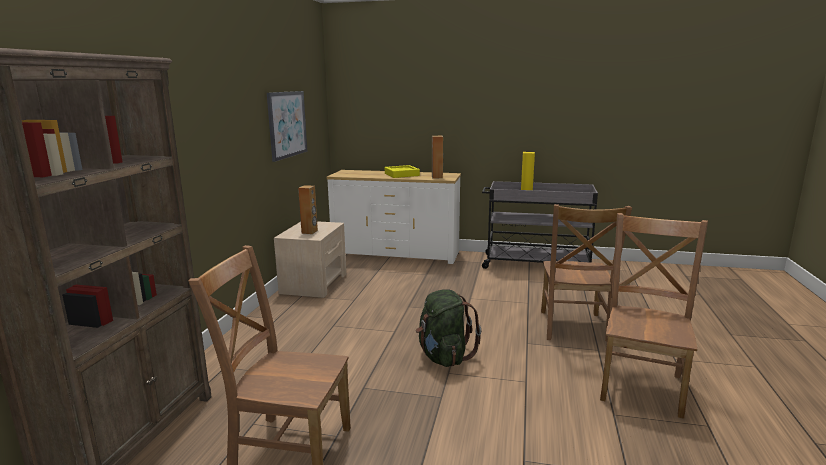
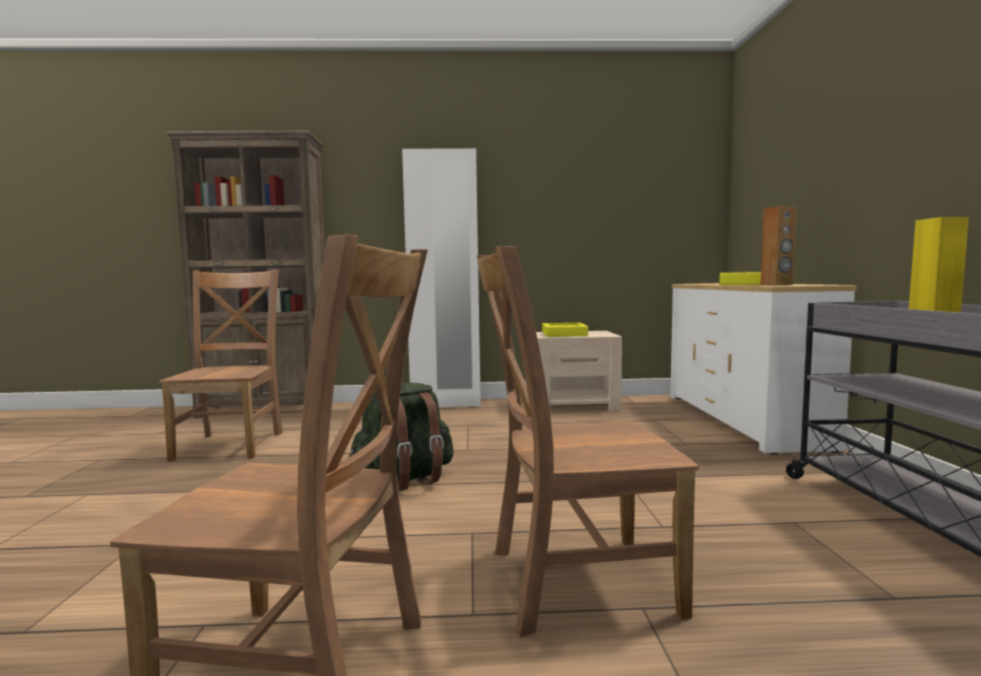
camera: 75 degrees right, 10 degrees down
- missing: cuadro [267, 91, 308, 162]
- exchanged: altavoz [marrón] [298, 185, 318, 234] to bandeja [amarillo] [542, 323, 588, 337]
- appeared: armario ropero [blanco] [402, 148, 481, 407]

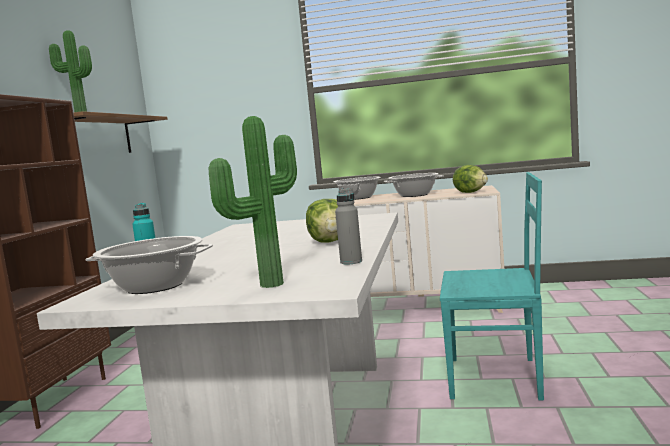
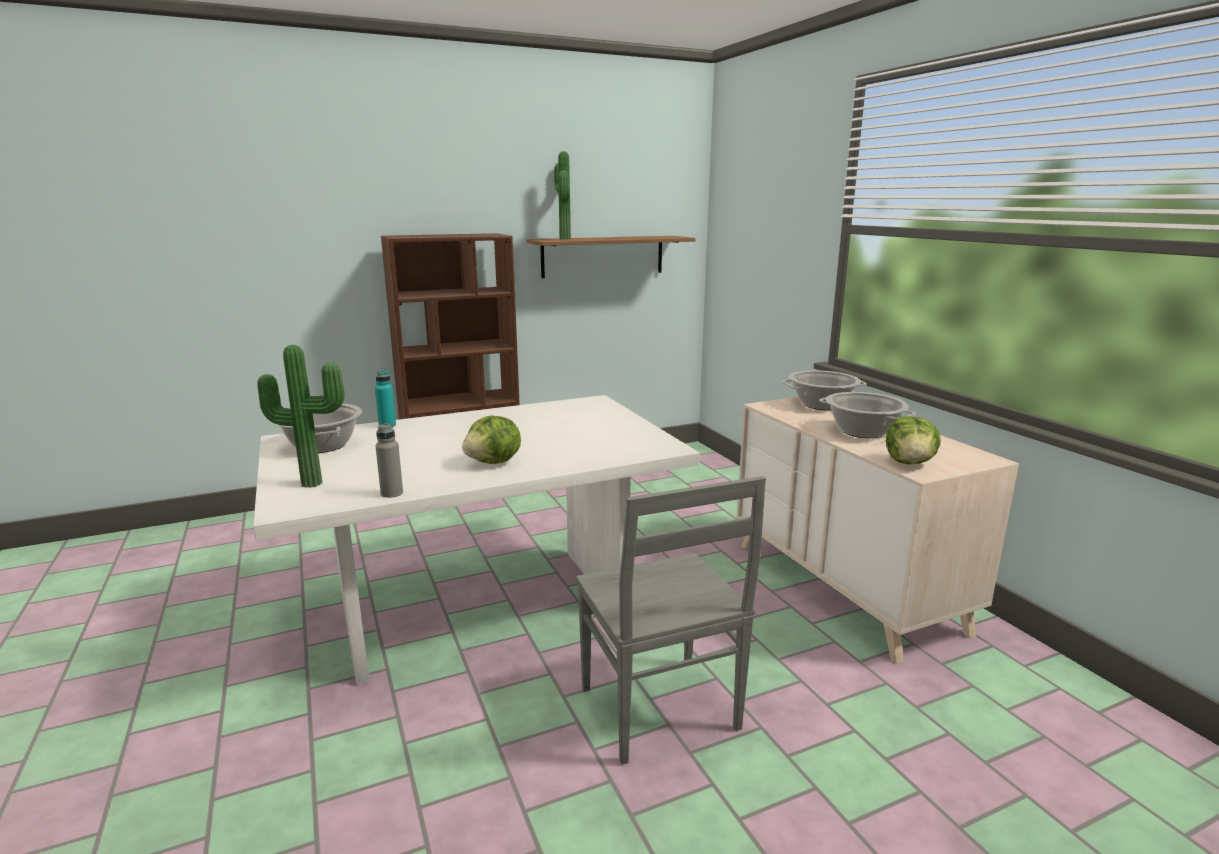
camera: 55 degrees right, 10 degrees up
- colour: silla [turquesa] [440, 172, 544, 400] to silla [gris] [576, 476, 766, 765]

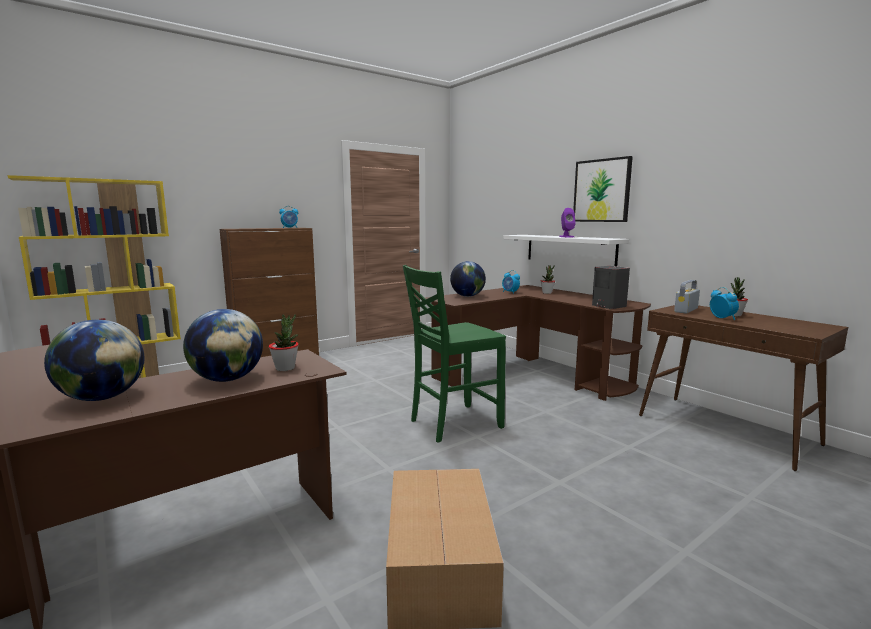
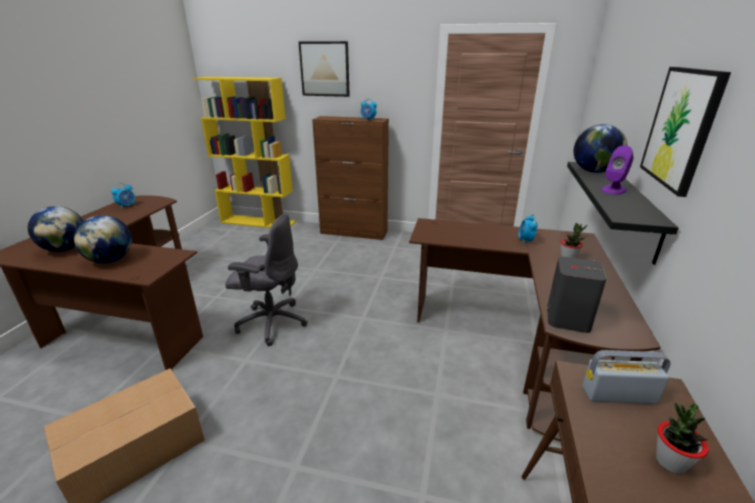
camera: 50 degrees right, 15 degrees up
- missing: planta en maceta [268, 314, 299, 371]
- missing: silla [verde] [403, 265, 506, 443]
- relocated: globo terráqueo [450, 261, 486, 297] to [573, 124, 627, 173]
- colour: estante [blanco] [503, 235, 629, 266] to estante [negro] [567, 162, 678, 265]
- relocated: despertador [710, 287, 739, 320] to [111, 183, 136, 209]
- appeared: silla de oficina [gris] [225, 214, 308, 346]
- appeared: cuadro [299, 41, 350, 97]

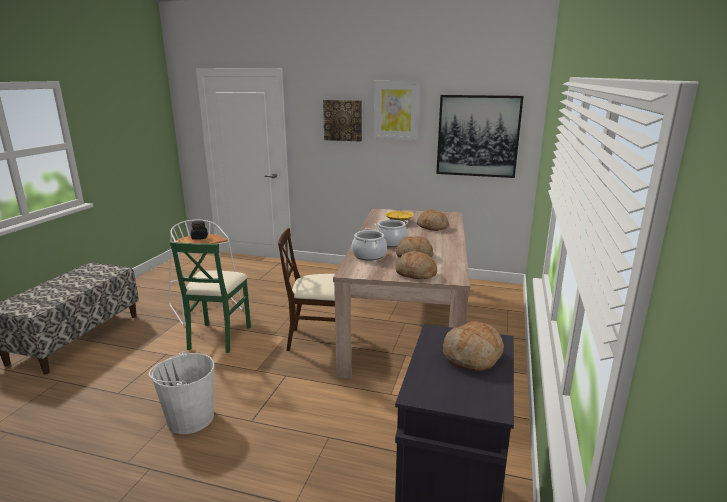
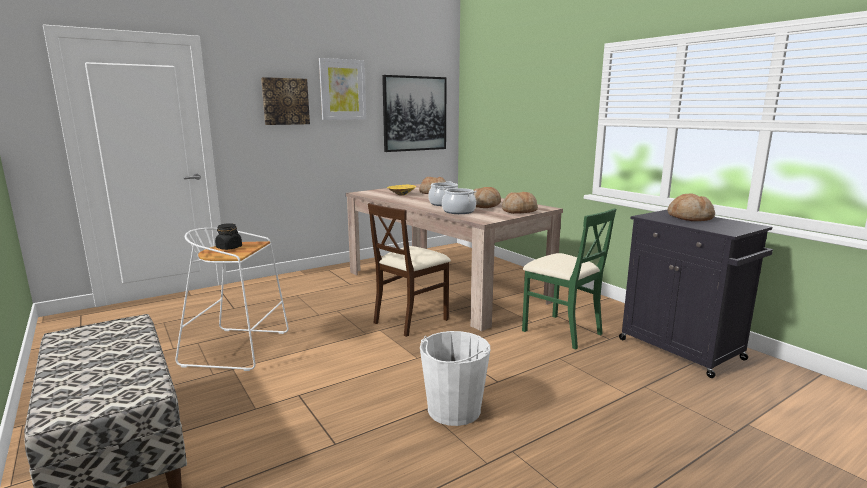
camera: 50 degrees left, 5 degrees down
- relocated: silla [verde] [170, 242, 251, 353] to [522, 208, 616, 350]

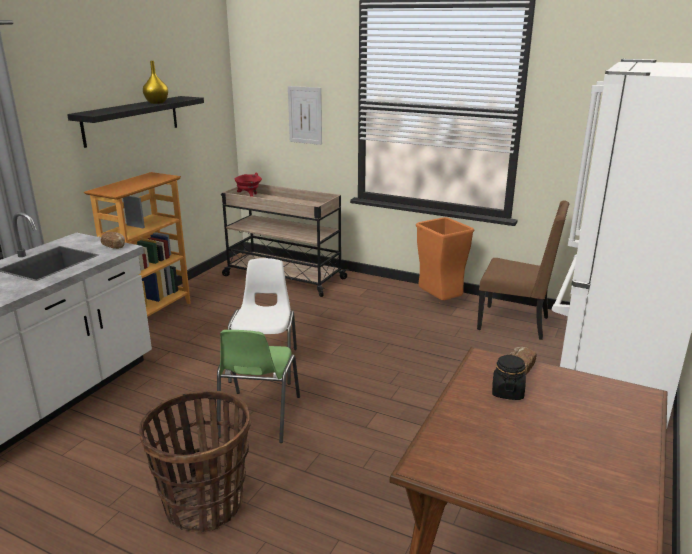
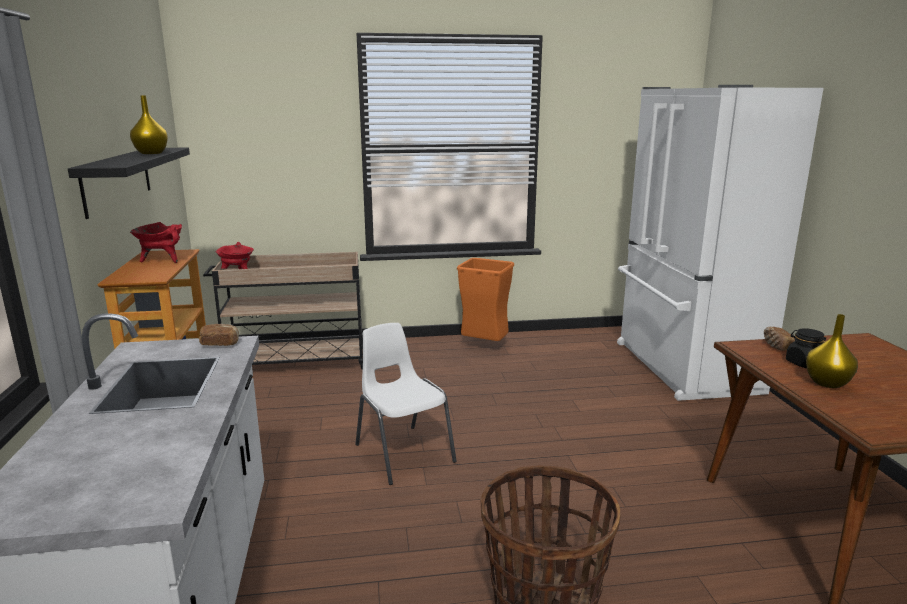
camera: 35 degrees left, 5 degrees down
- missing: silla [verde] [217, 330, 300, 443]
- missing: cuadro [288, 86, 322, 145]
- missing: silla [marrón] [477, 200, 569, 340]
- appeared: olla [rojo] [130, 222, 182, 263]
- appeared: florero [amarillo] [806, 314, 858, 388]

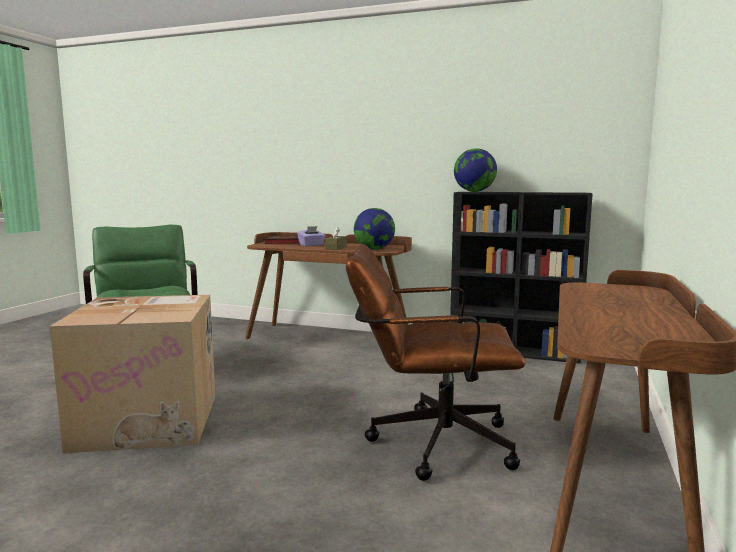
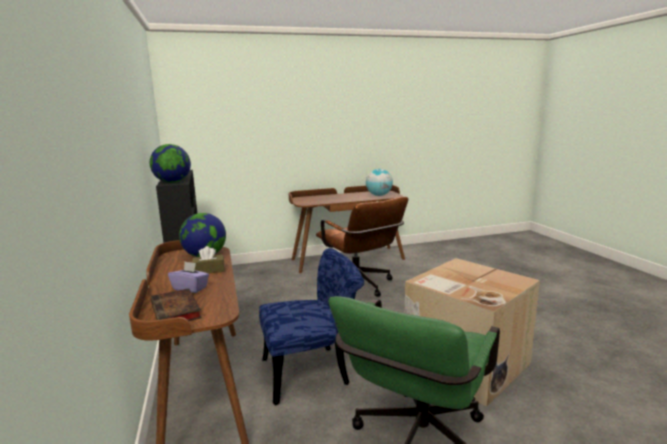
camera: 125 degrees left, 5 degrees up
- appeared: silla [azul] [259, 248, 364, 406]
- appeared: globo terráqueo [366, 169, 393, 196]

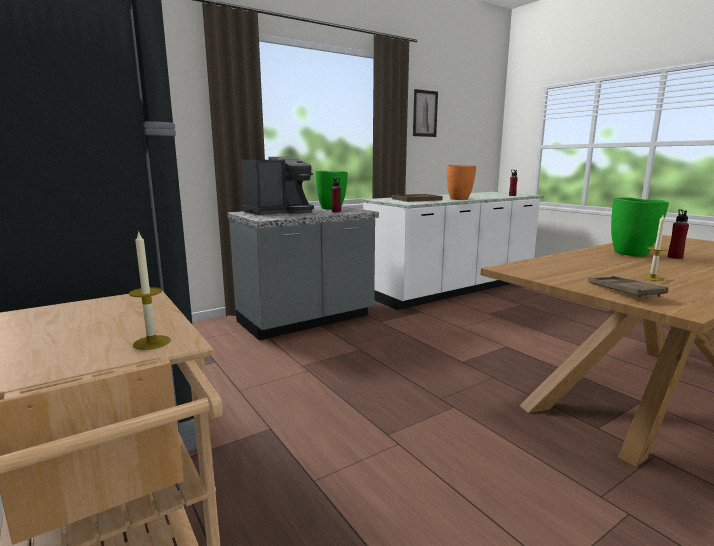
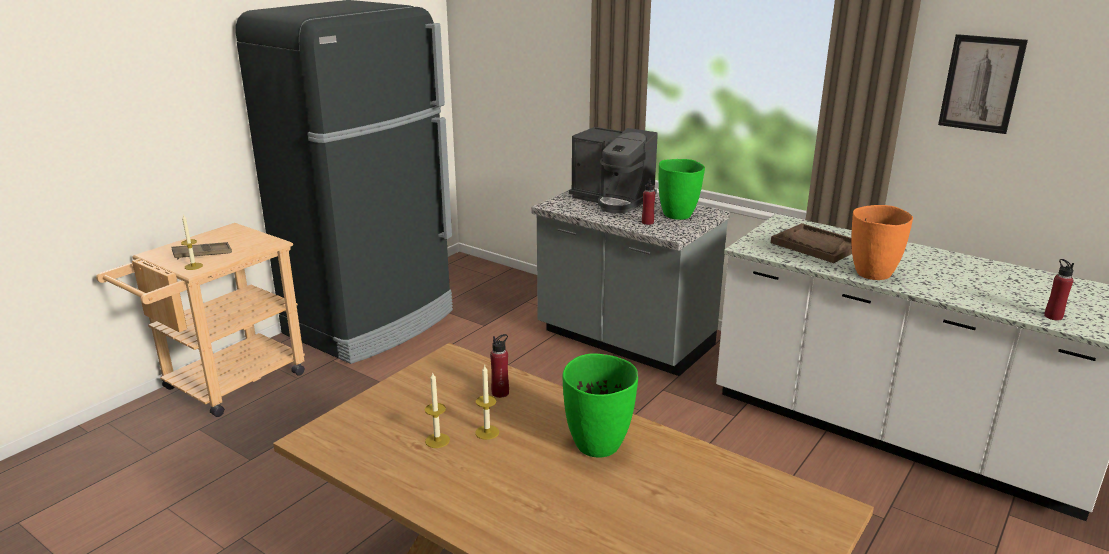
camera: 70 degrees right, 10 degrees up
- relocated: bandeja [marrón] [588, 276, 668, 298] to [171, 242, 232, 259]
- relocated: botella [rojo] [668, 209, 689, 259] to [490, 334, 509, 398]
- appeared: vela [475, 364, 499, 440]

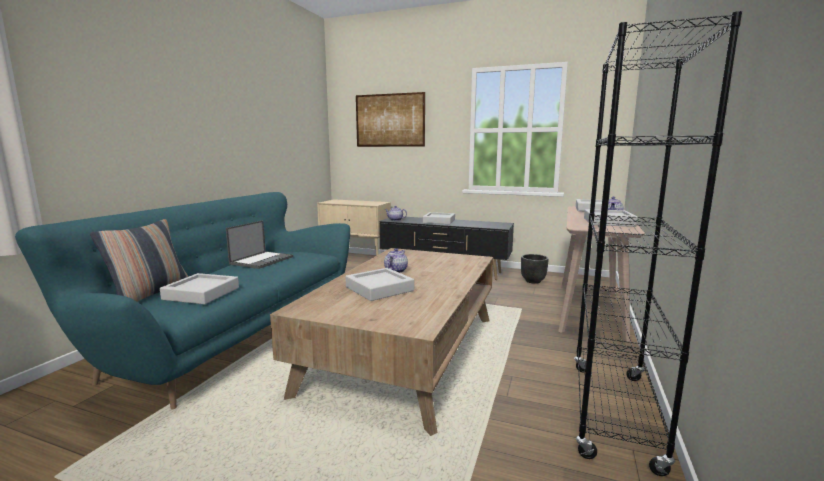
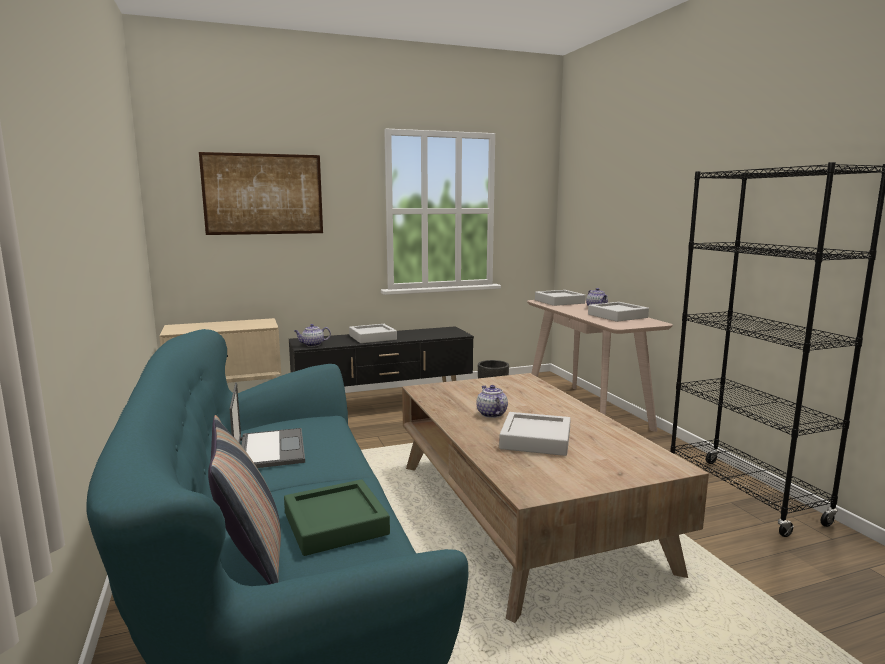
camera: 40 degrees left, 0 degrees up
- colour: bandeja [gris] [160, 273, 239, 304] to bandeja [verde] [284, 479, 390, 556]

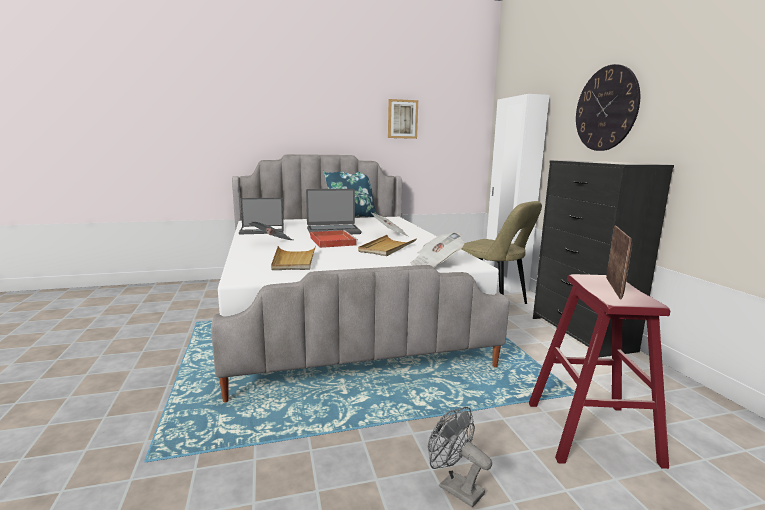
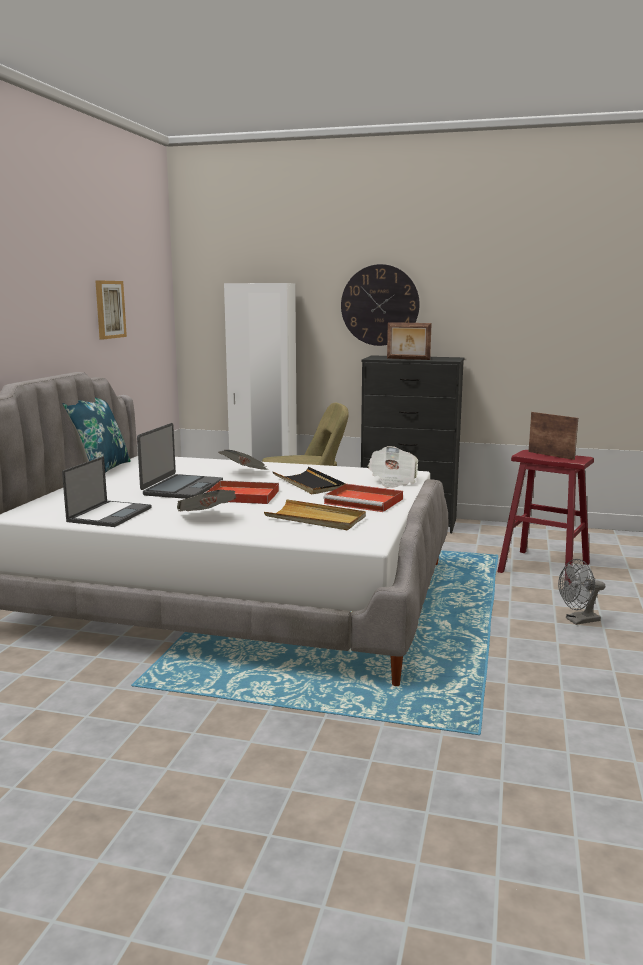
camera: 60 degrees left, 0 degrees up
- colour: bandeja [beis] [358, 235, 417, 256] to bandeja [negro] [273, 467, 346, 494]
- appeared: bandeja [rojo] [323, 484, 403, 512]
- appeared: portarretratos [387, 322, 432, 360]

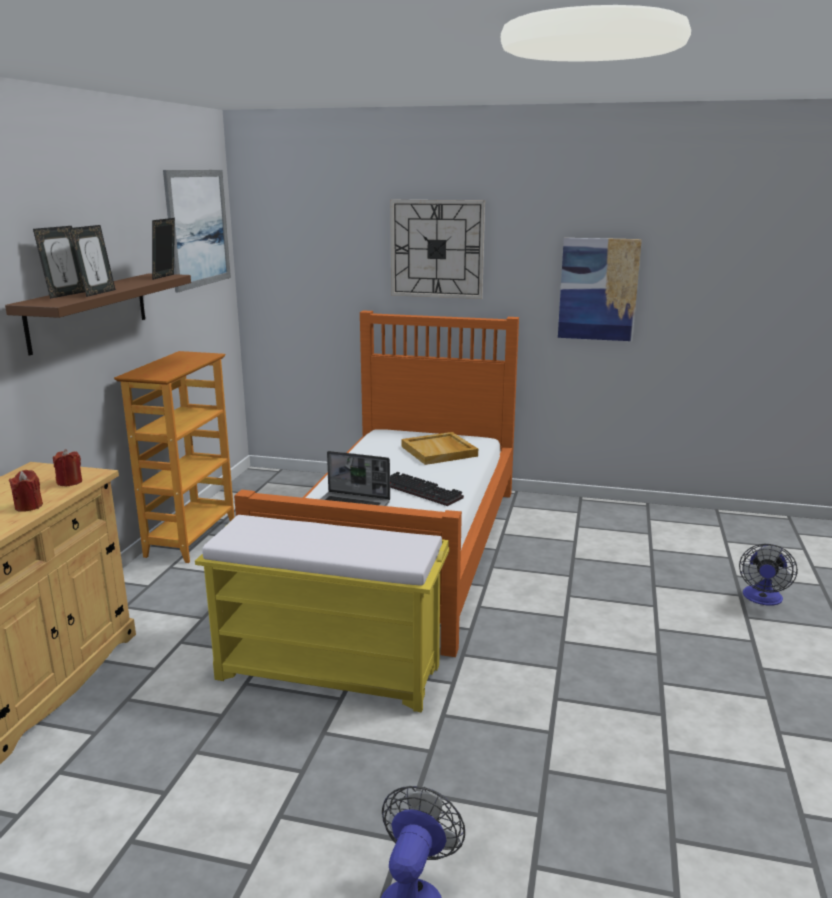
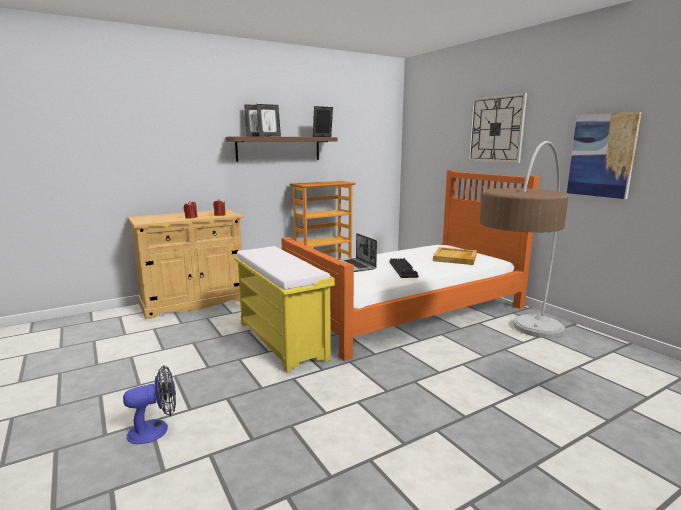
camera: 45 degrees right, 5 degrees down
- missing: cuadro [163, 170, 231, 292]
- missing: ventilador [739, 544, 798, 606]
- appeared: lámpara de pie [480, 141, 569, 338]

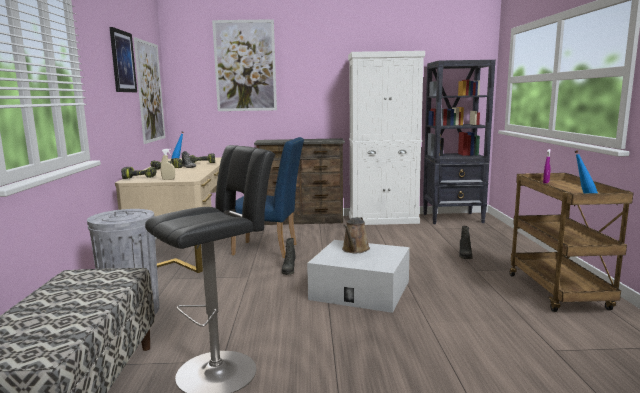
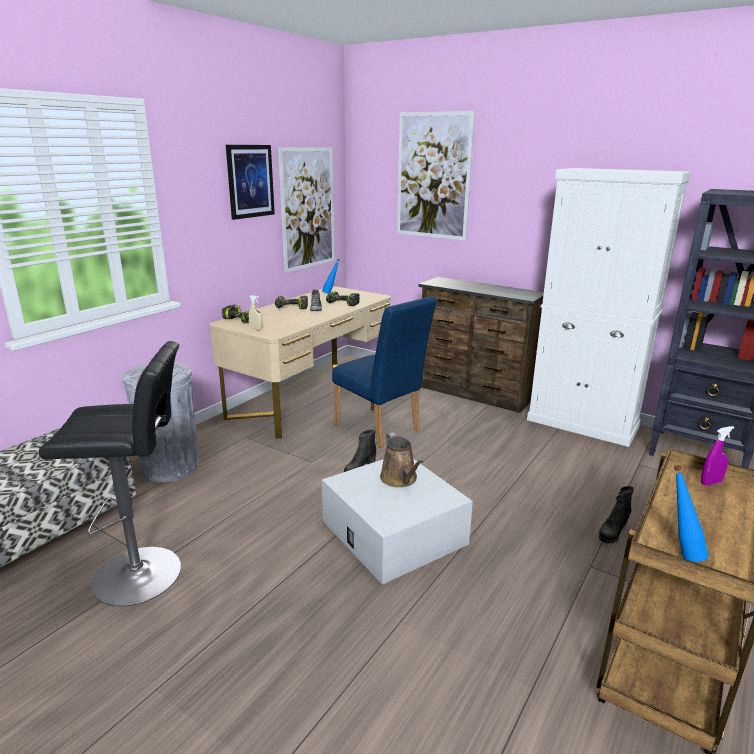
camera: 35 degrees right, 10 degrees up
- spun: regadera [marrón] [342, 217, 370, 253] = [380, 432, 423, 487] 75 degrees counterclockwise

